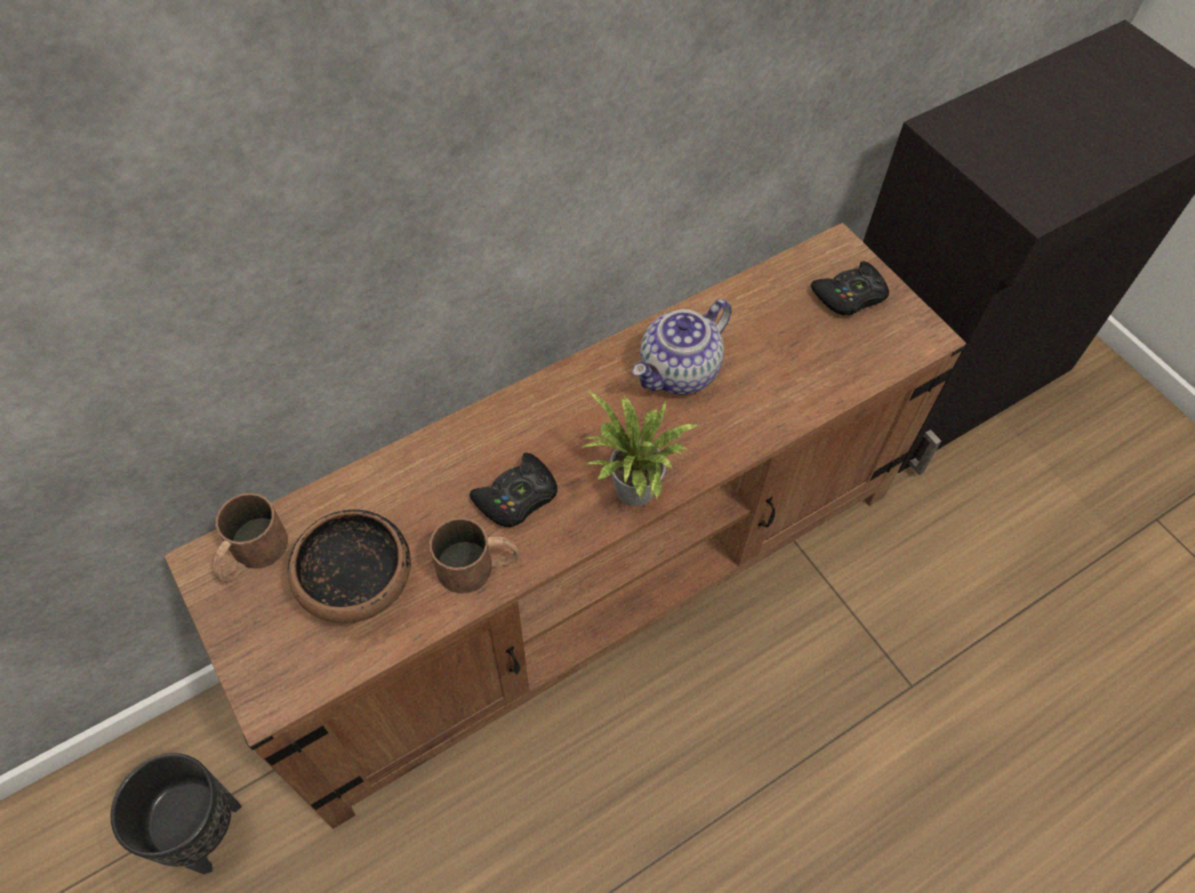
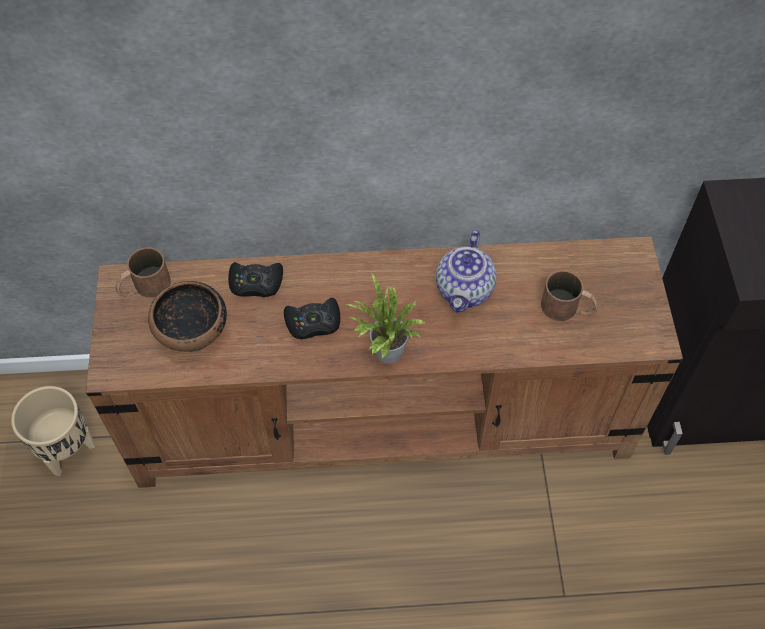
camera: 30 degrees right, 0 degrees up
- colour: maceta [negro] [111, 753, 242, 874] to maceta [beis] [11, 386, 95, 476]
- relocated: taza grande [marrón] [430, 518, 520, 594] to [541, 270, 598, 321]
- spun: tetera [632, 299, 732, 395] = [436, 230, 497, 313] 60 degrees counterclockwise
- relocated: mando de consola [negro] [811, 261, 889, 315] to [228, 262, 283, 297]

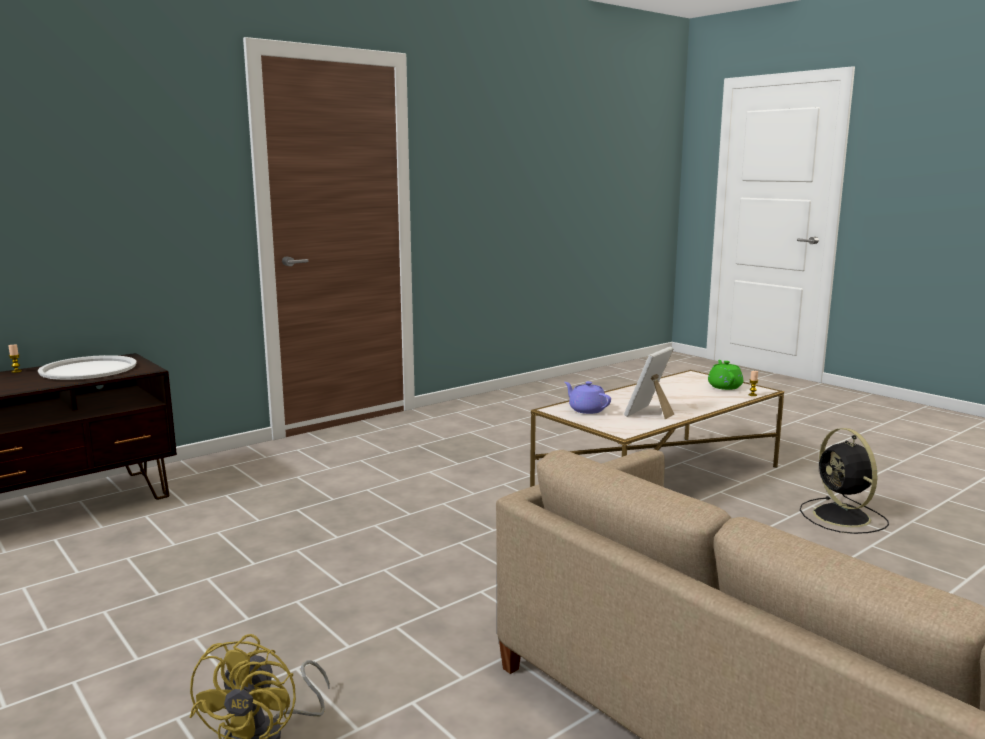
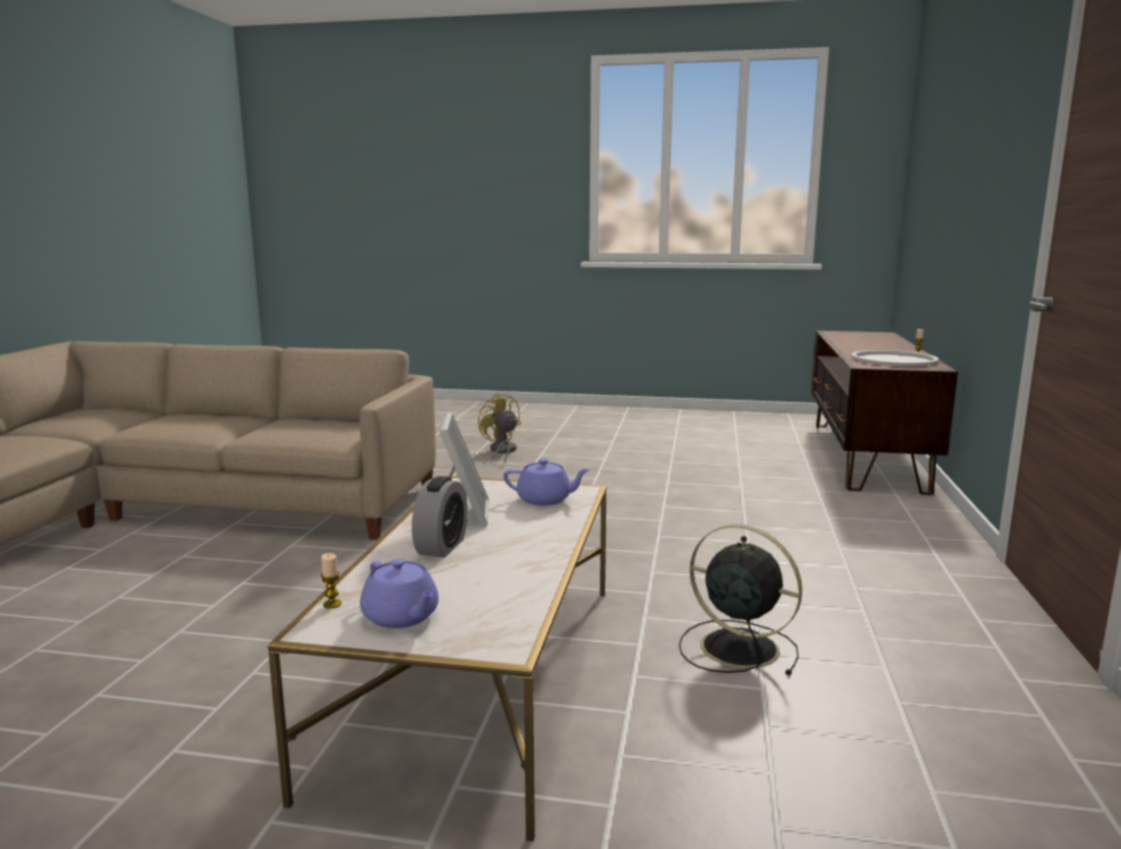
camera: 140 degrees right, 0 degrees up
- colour: tetera [verde] [708, 360, 743, 390] to tetera [morado] [360, 559, 439, 629]
- relocated: ventilador [negro] [800, 428, 889, 534] to [679, 524, 802, 675]
- appeared: despertador [412, 476, 468, 558]

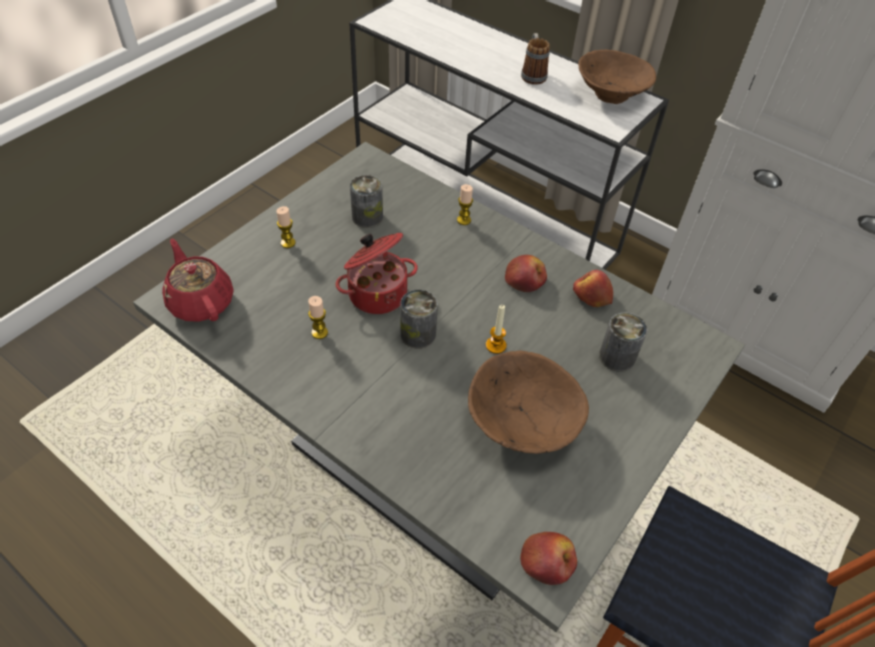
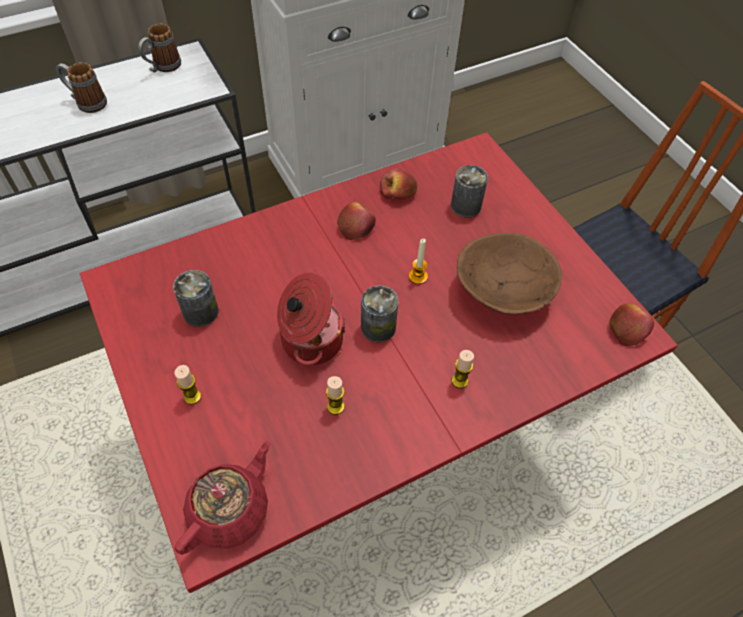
camera: 65 degrees left, 5 degrees up
- colour: mesa de comedor [gris] [133, 142, 745, 632] to mesa de comedor [rojo] [80, 132, 678, 593]
- spun: tetera [rojo] [162, 238, 234, 322] = [175, 440, 271, 555] 135 degrees clockwise
- relocated: vela [457, 184, 473, 225] to [451, 350, 474, 388]
- exchanged: cuenco [marrón] [578, 50, 656, 104] to taza grande [138, 23, 181, 72]

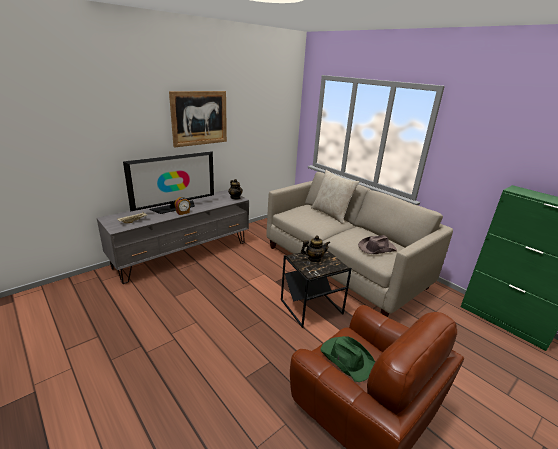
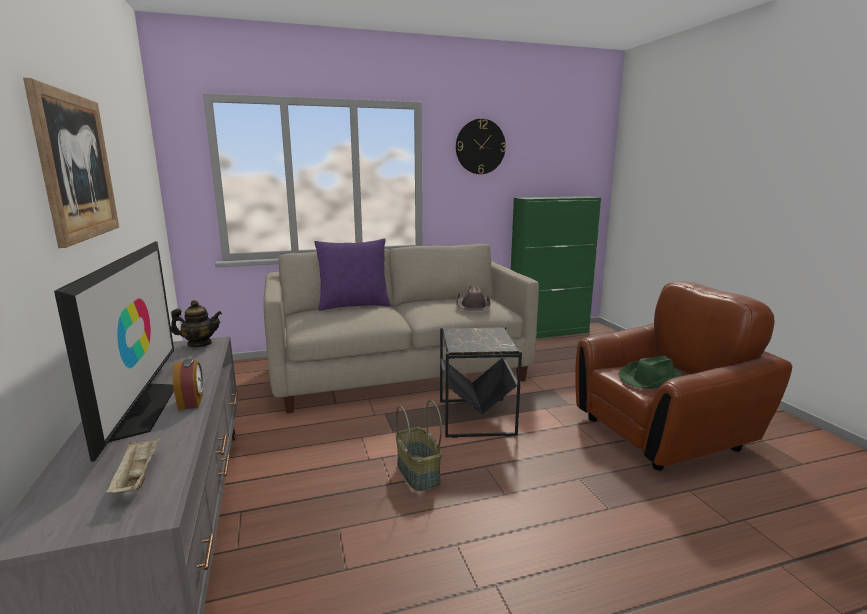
camera: 65 degrees left, 10 degrees down
- missing: tetera [301, 235, 330, 262]
- colour: cojín [beis] [311, 170, 359, 224] to cojín [morado] [315, 238, 391, 311]
- appeared: cesta [396, 400, 442, 491]
- appeared: reloj de pared [456, 119, 506, 174]

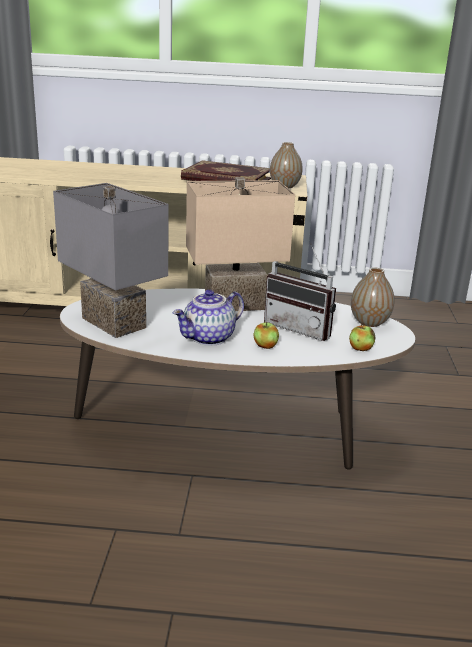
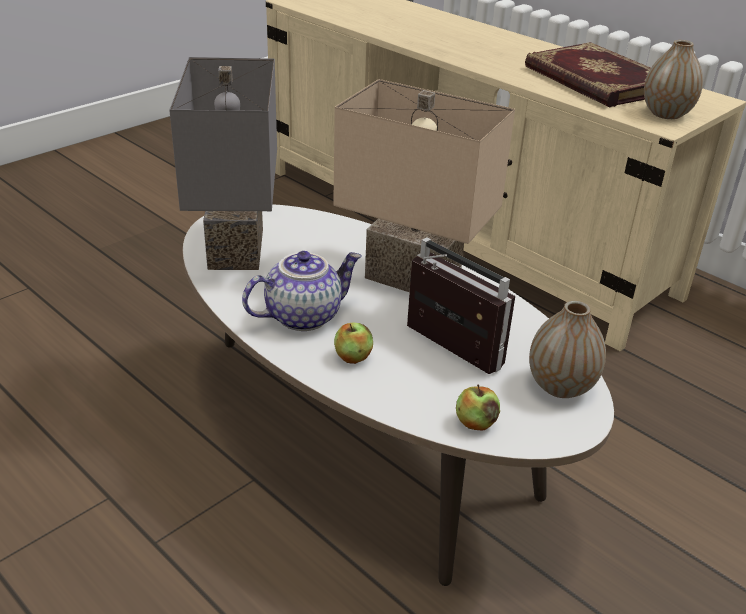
camera: 40 degrees right, 10 degrees up
- spun: tetera [173, 289, 244, 346] = [242, 251, 362, 331] 150 degrees clockwise
- spun: radio [264, 243, 336, 341] = [407, 237, 515, 374] 150 degrees clockwise

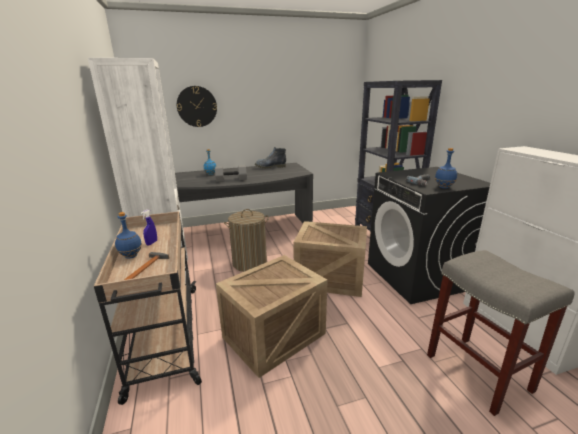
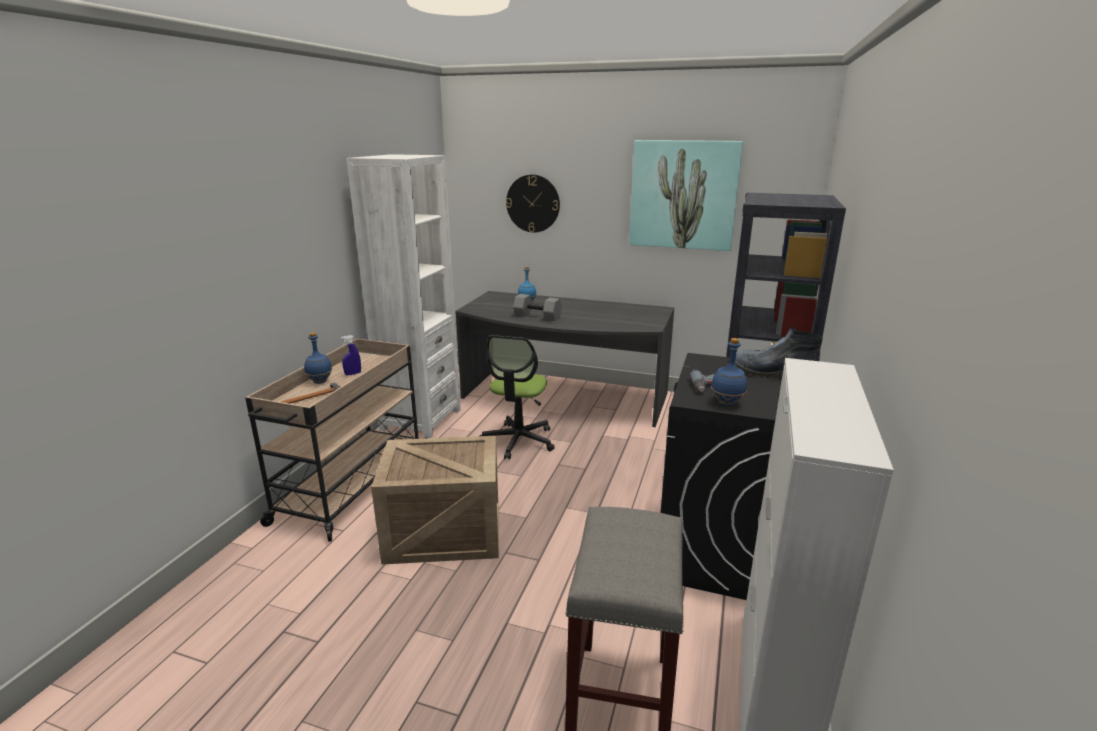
camera: 35 degrees right, 0 degrees up
- exchanged: cesto de la ropa [224, 209, 269, 272] to silla de oficina [479, 335, 555, 460]
- relocated: bota [255, 147, 286, 169] to [735, 327, 823, 378]
- missing: caja de embalaje [293, 221, 367, 297]
- appeared: cuadro [629, 140, 743, 251]

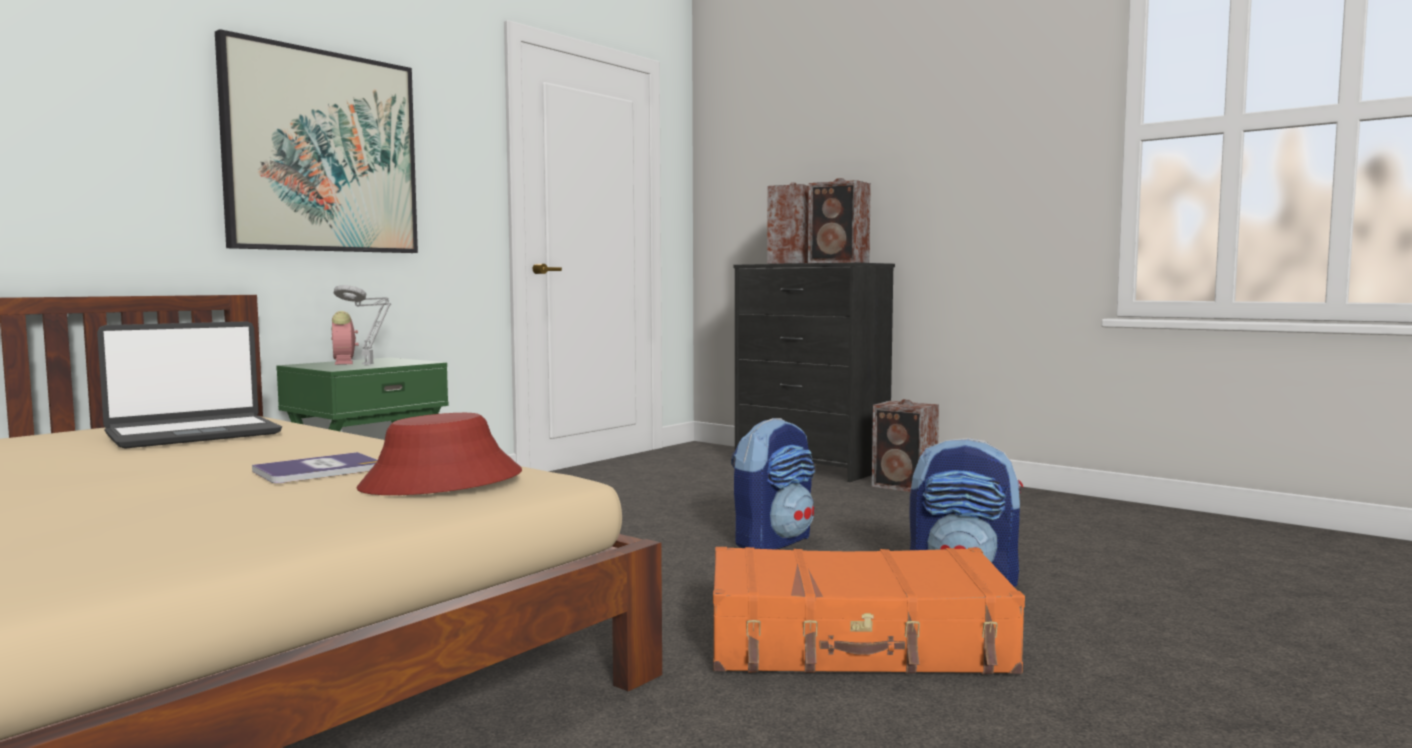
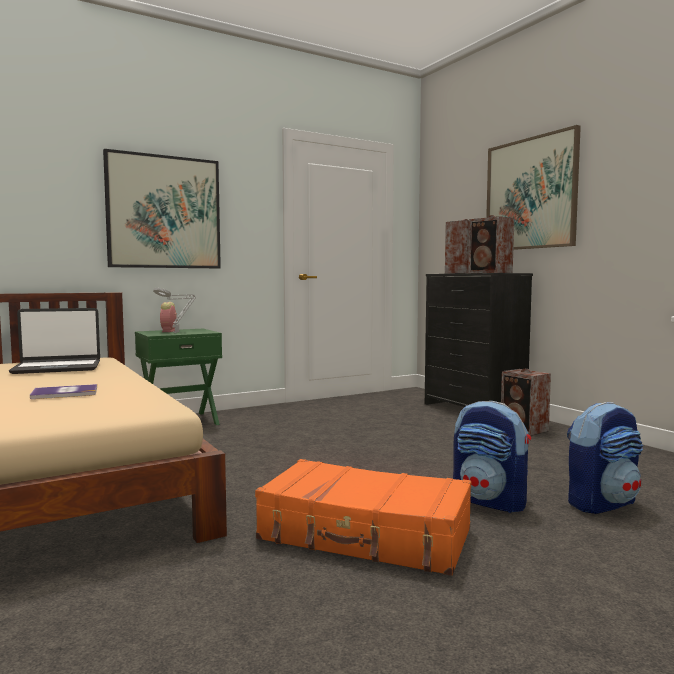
camera: 20 degrees right, 0 degrees up
- missing: sombrero [rojo] [356, 413, 522, 495]
- relocated: mochila [731, 418, 815, 550] to [567, 402, 643, 514]
- appeared: cuadro [486, 125, 581, 250]

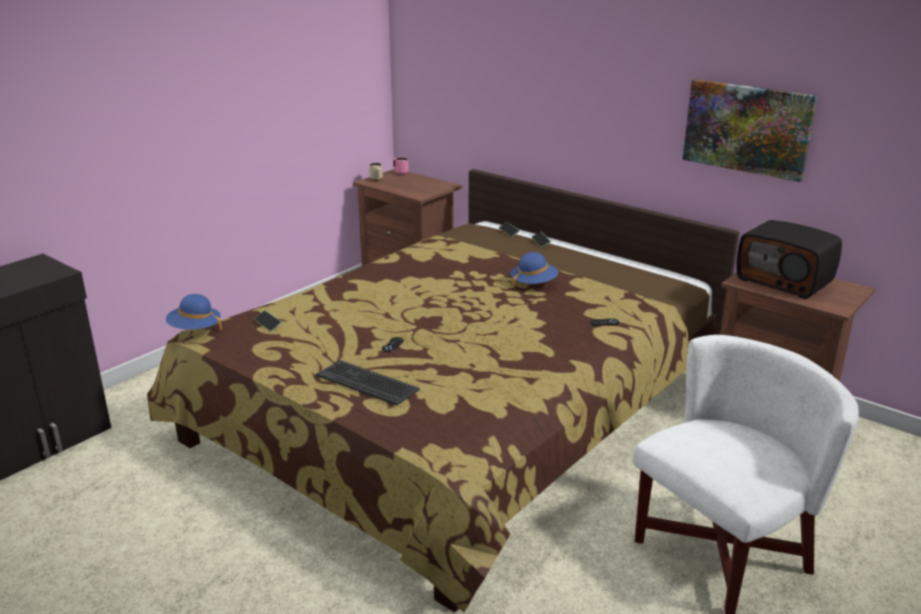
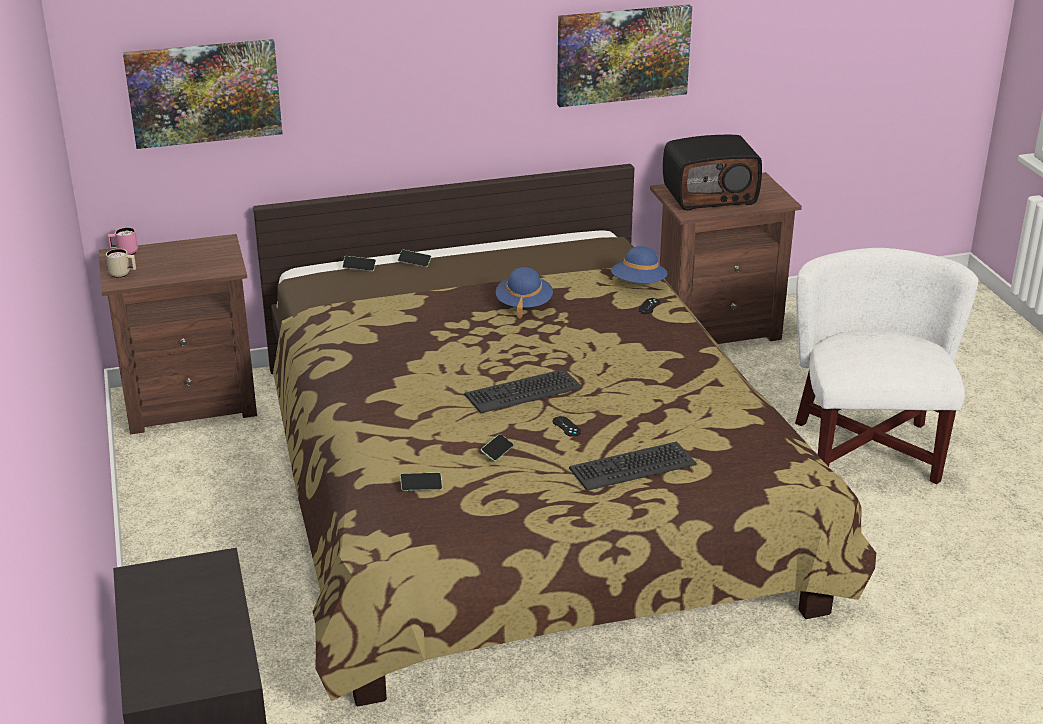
camera: 55 degrees left, 5 degrees up
- relocated: sombrero [azul] [166, 294, 222, 330] to [611, 246, 668, 283]
- appeared: cuadro [123, 39, 283, 149]
- appeared: teclado [464, 369, 582, 413]
- appeared: móvil [481, 434, 514, 461]

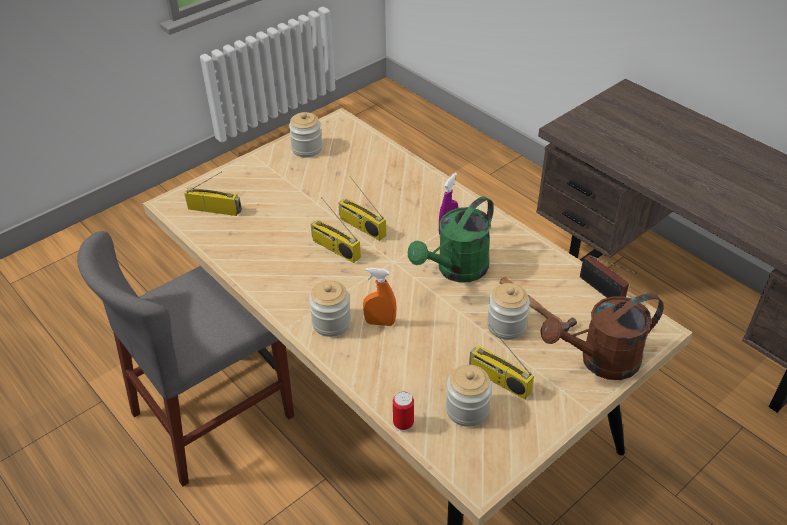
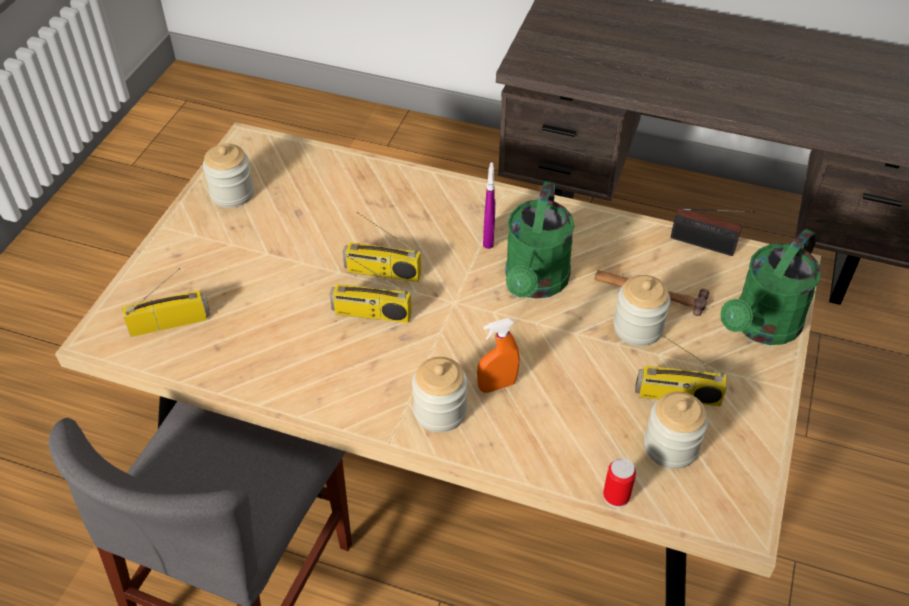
camera: 30 degrees left, 5 degrees up
- colour: regadera [marrón] [540, 293, 664, 380] to regadera [verde] [720, 229, 821, 345]

